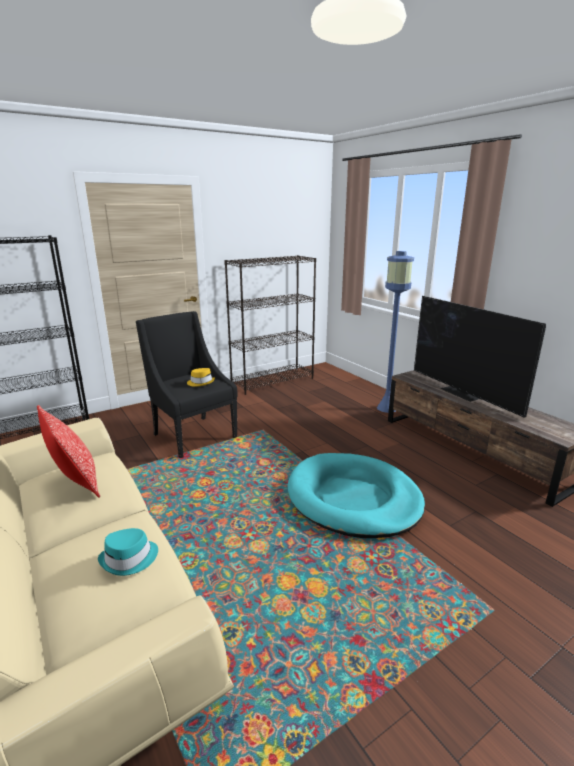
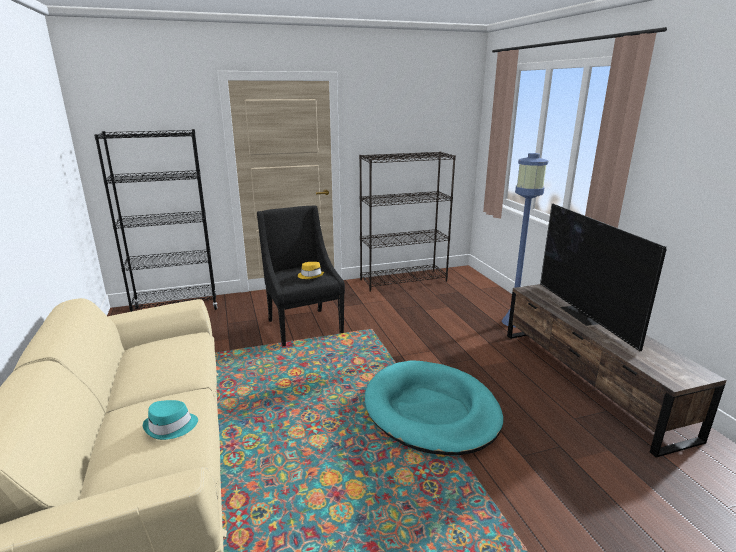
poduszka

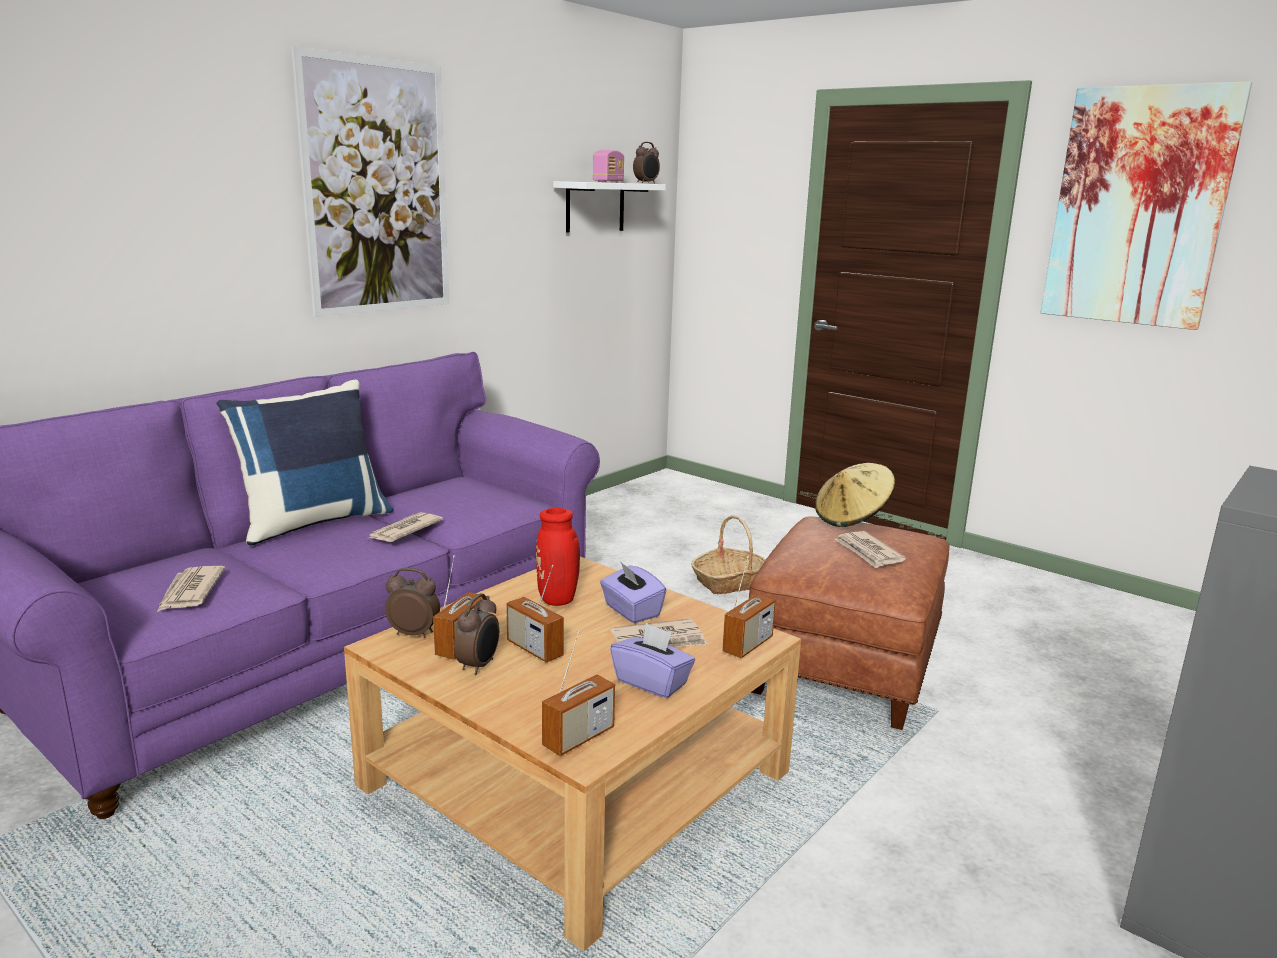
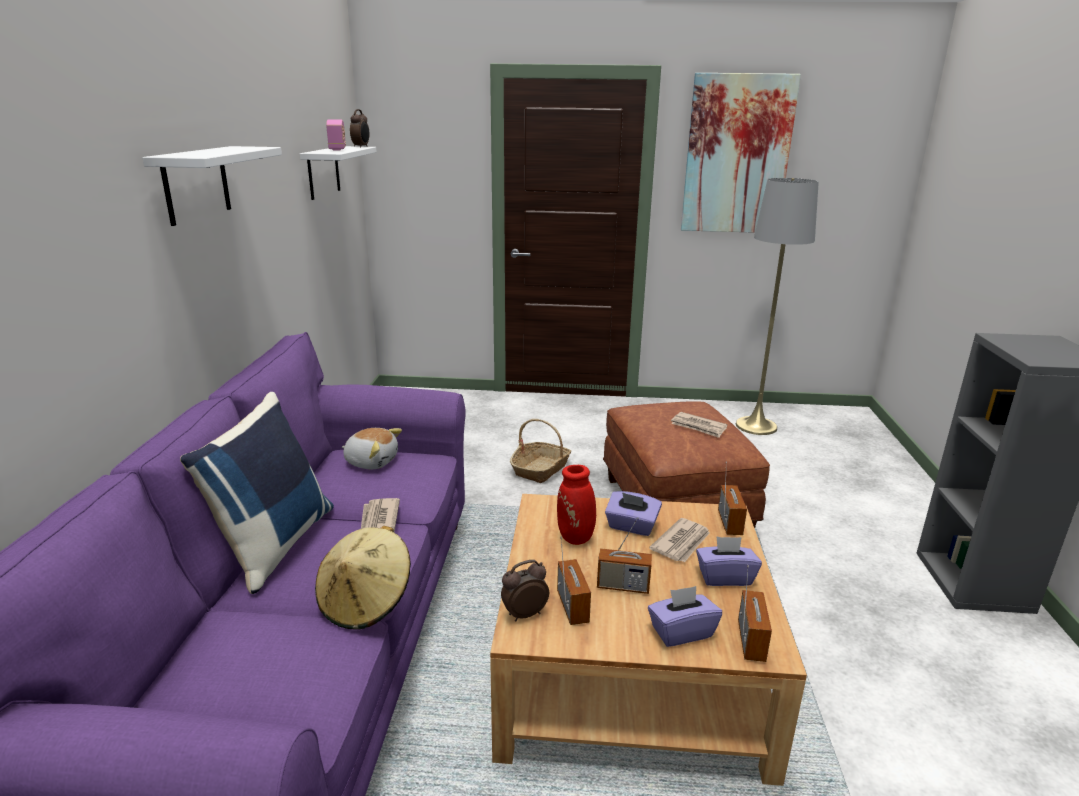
półka [biały] (no. 1 from left); kapelusz [beżowy]; pluszak; pudełko chusteczek [fioletowy] (no. 2 from left); lampa stojąca [szary]; gazeta (no. 1 from left in the first image); budzik (no. 2 from left in the first image)

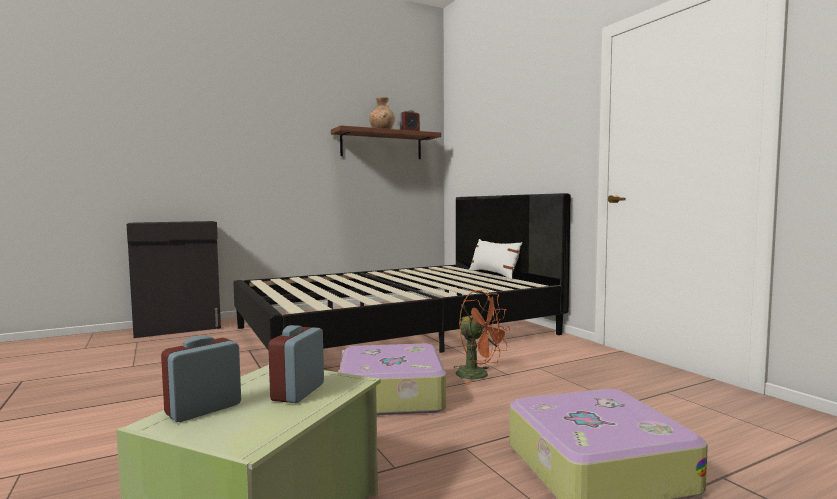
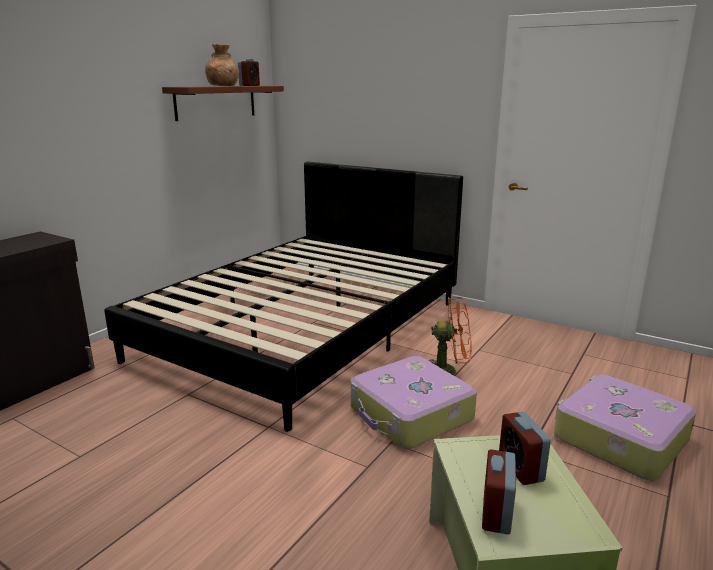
poduszka [biały]

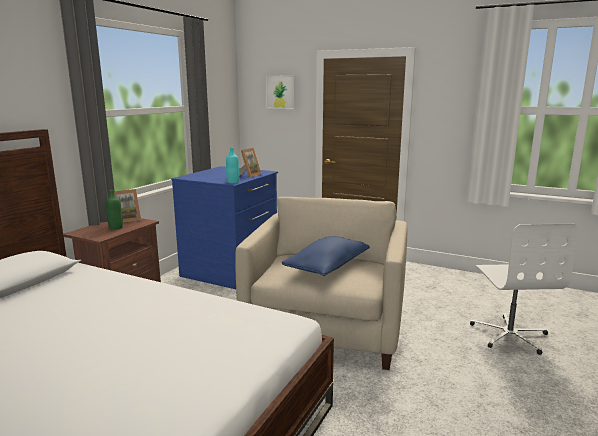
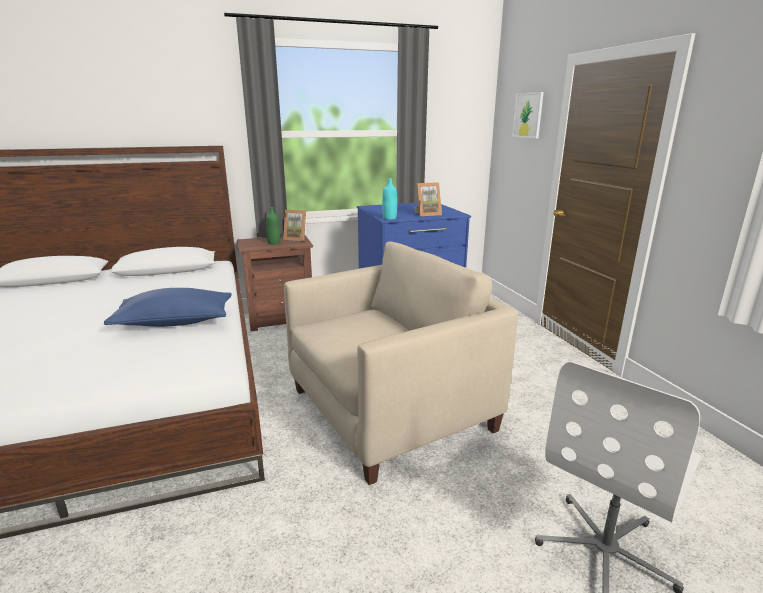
poduszka [niebieski]

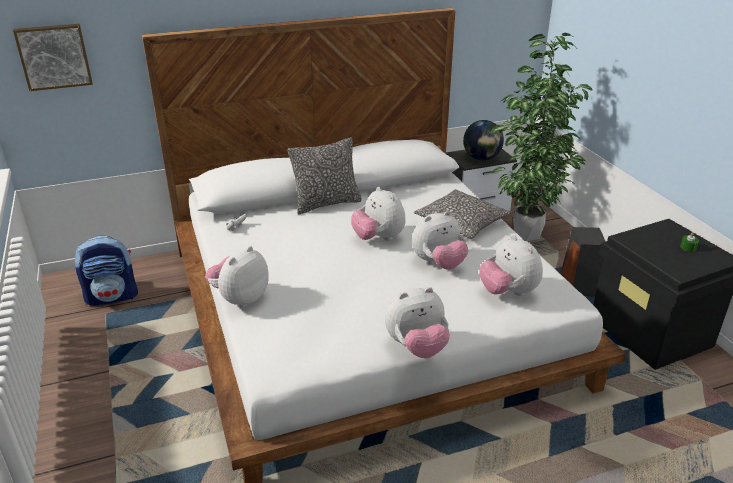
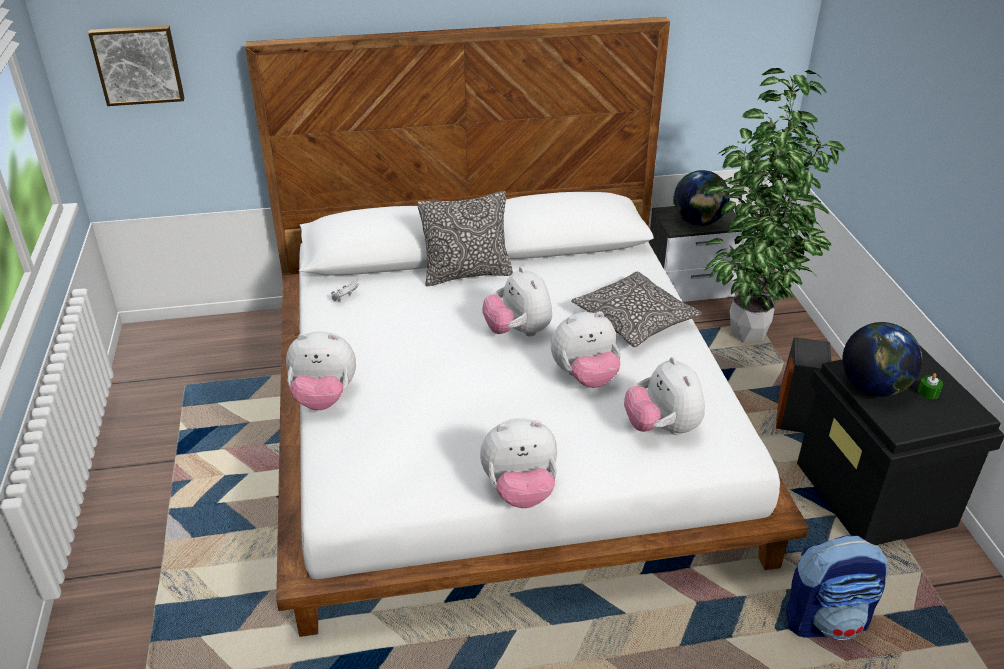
pluszak (no. 1 from left); plecak; globus (no. 2 from left)

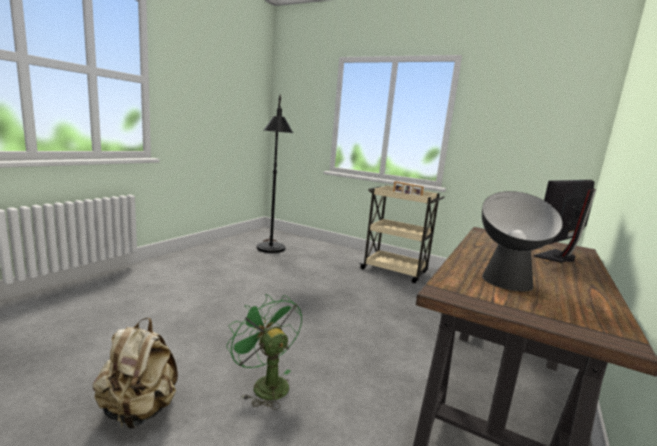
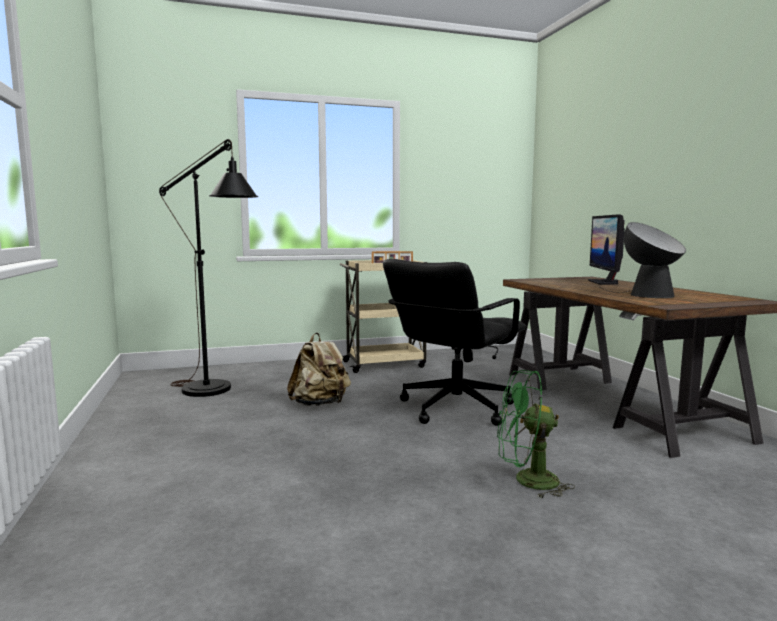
plecak [beżowy]; krzesło biurowe [czarny]

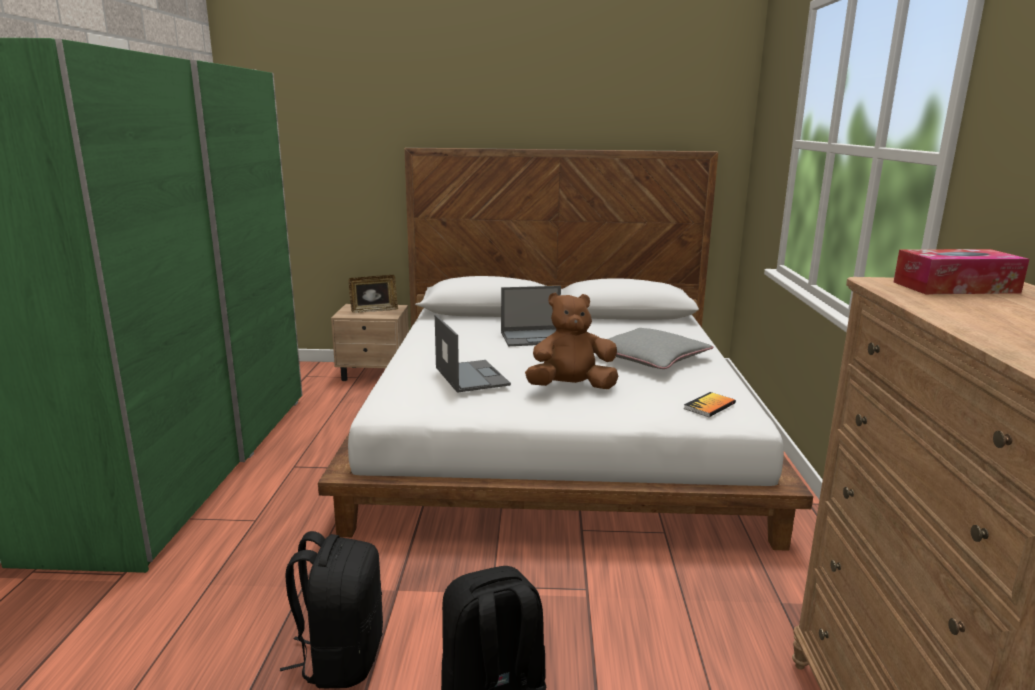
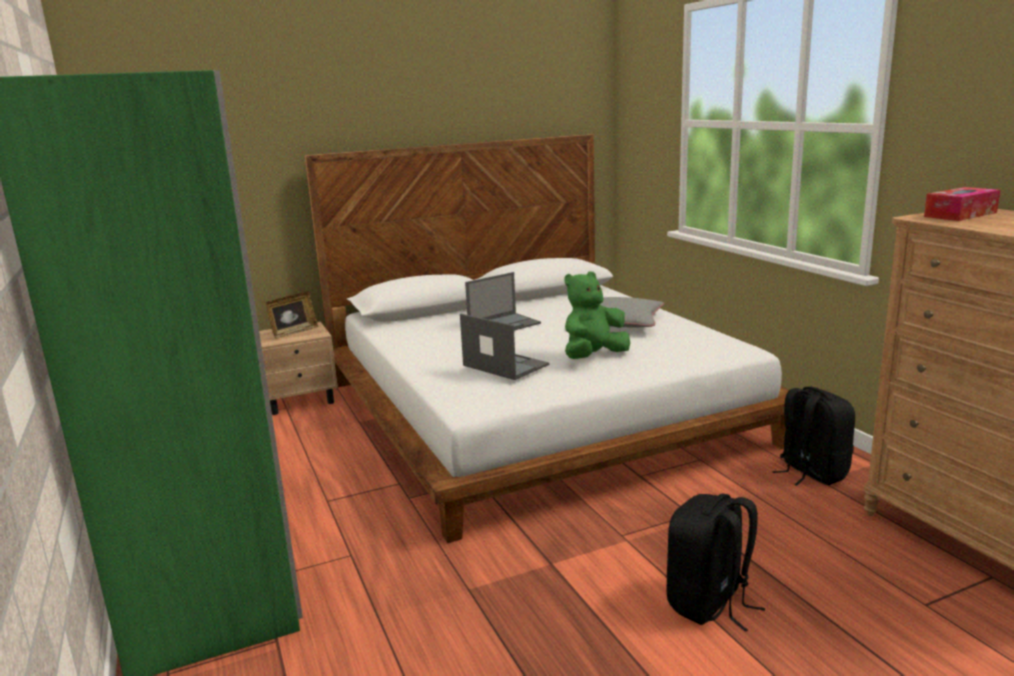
pluszak [zielony]; plecak [czarny] (no. 2 from left); książka

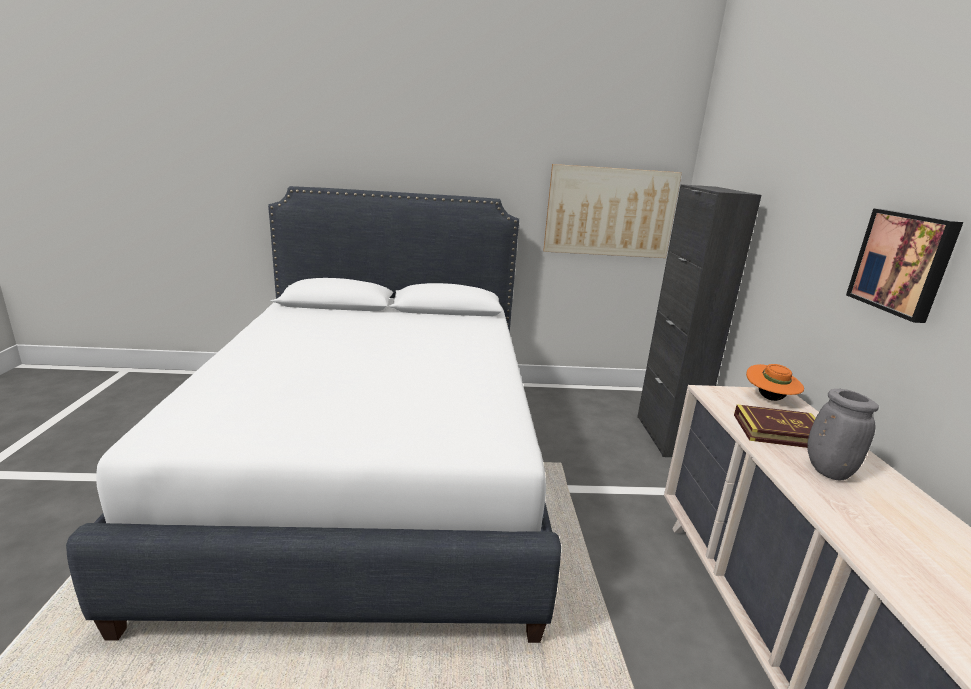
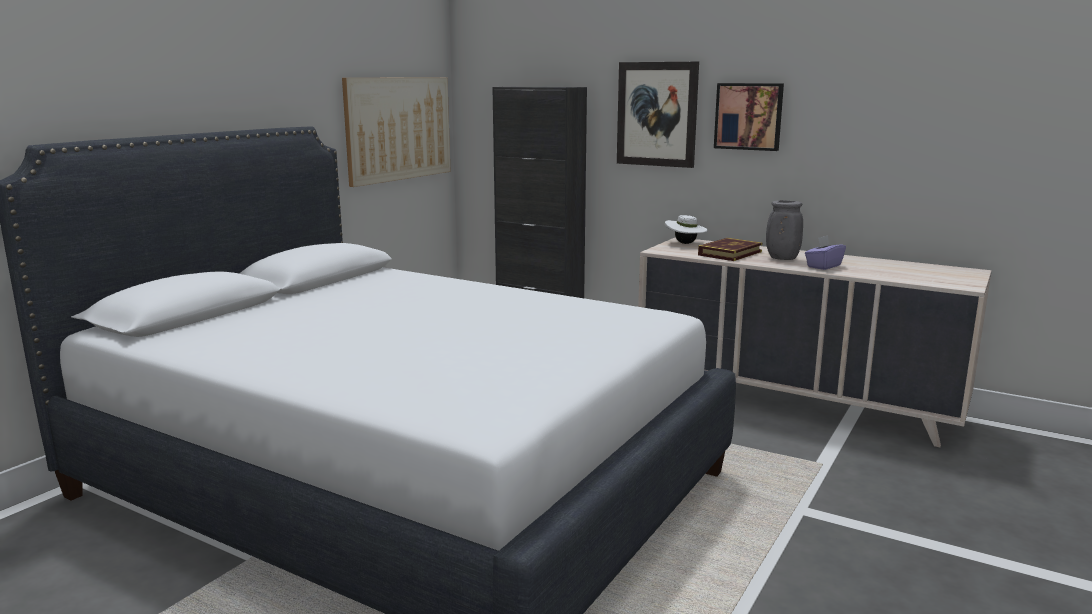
obraz (no. 2 from left); kapelusz [biały]; pudełko chusteczek [fioletowy]

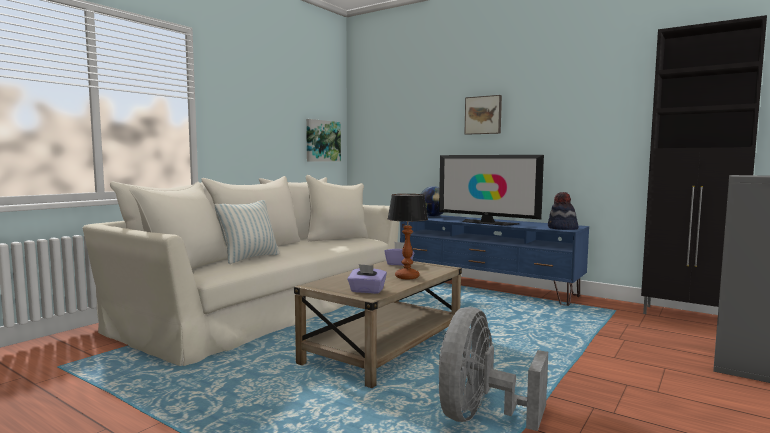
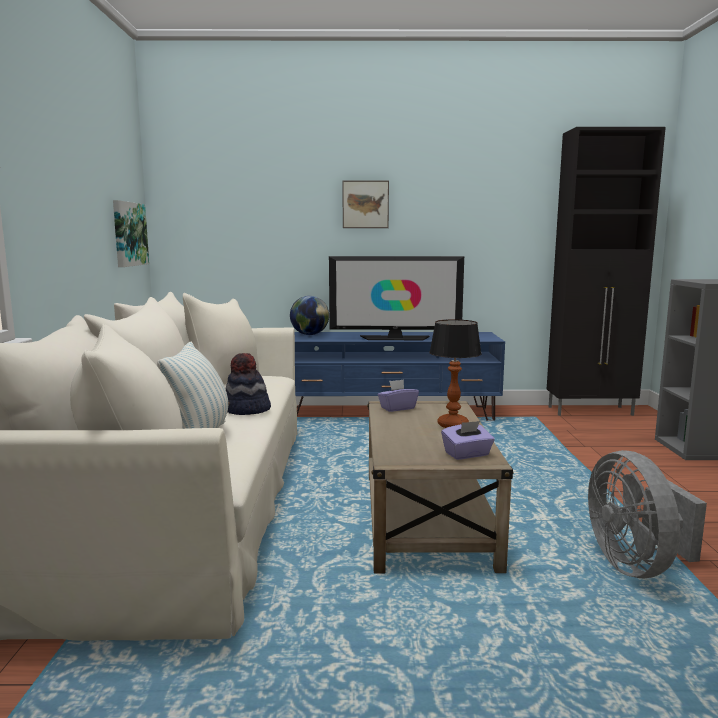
kapelusz

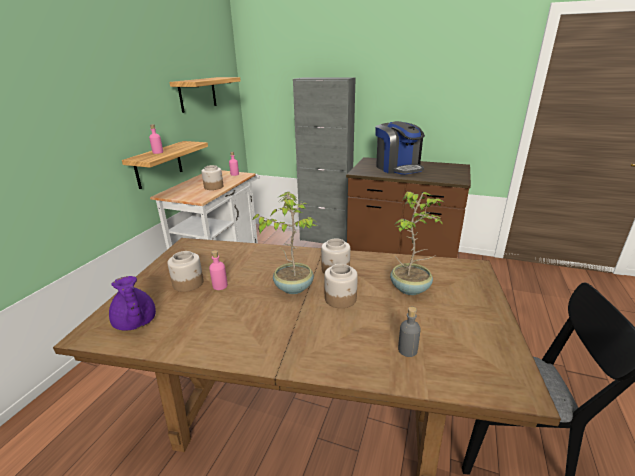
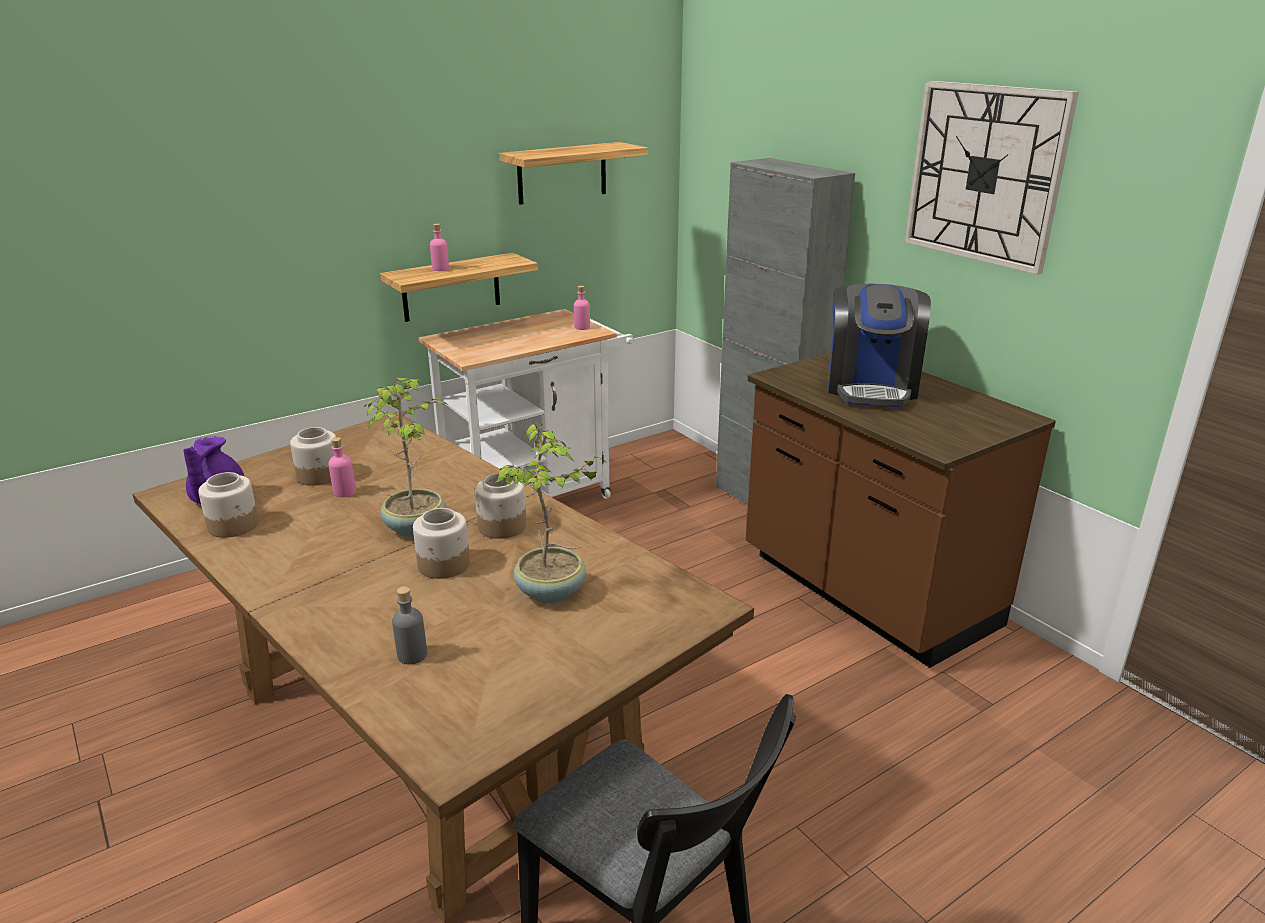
słoik (no. 1 from left); zegar ścienny

